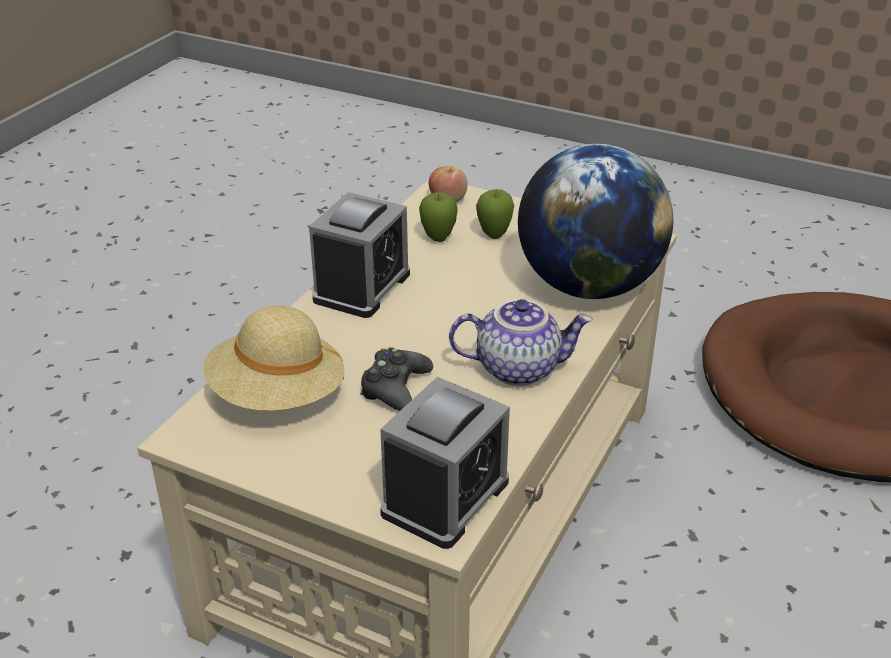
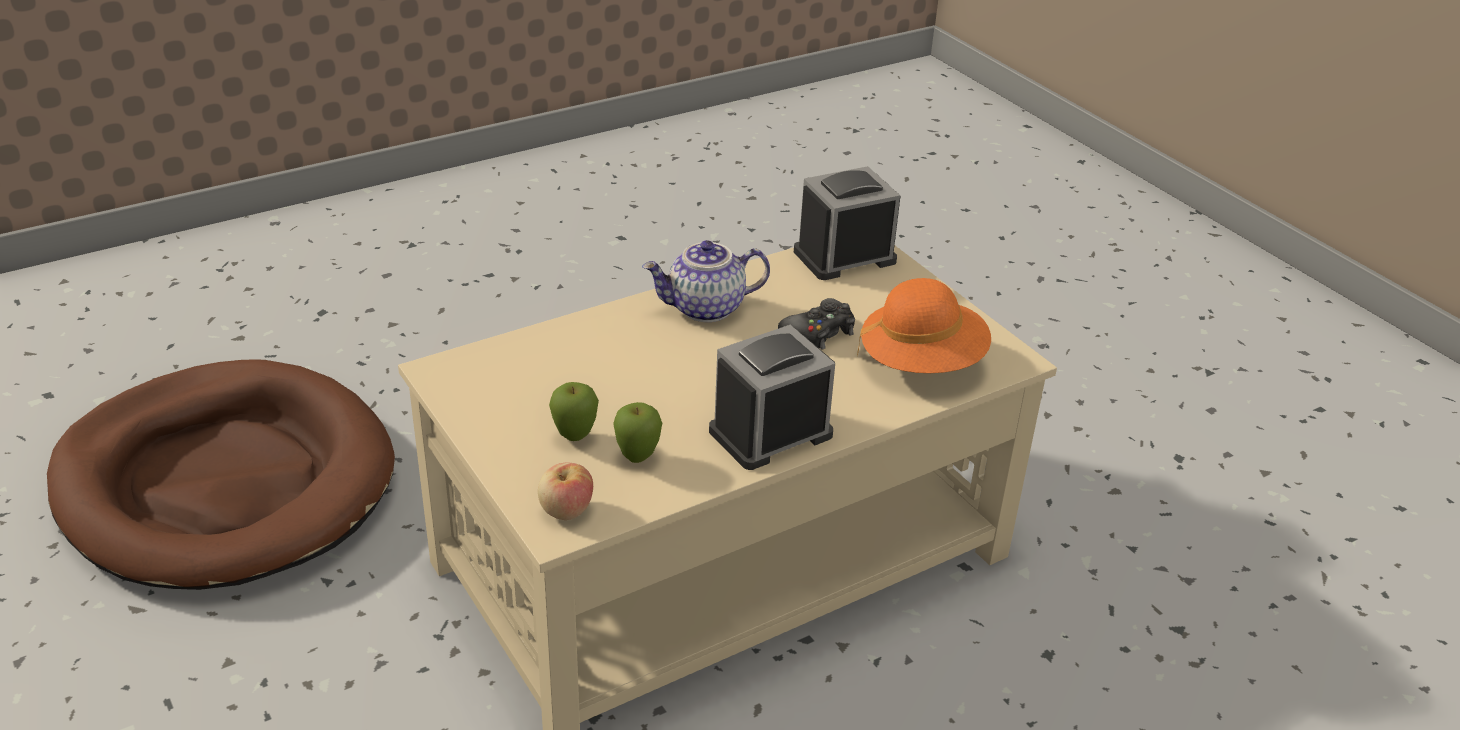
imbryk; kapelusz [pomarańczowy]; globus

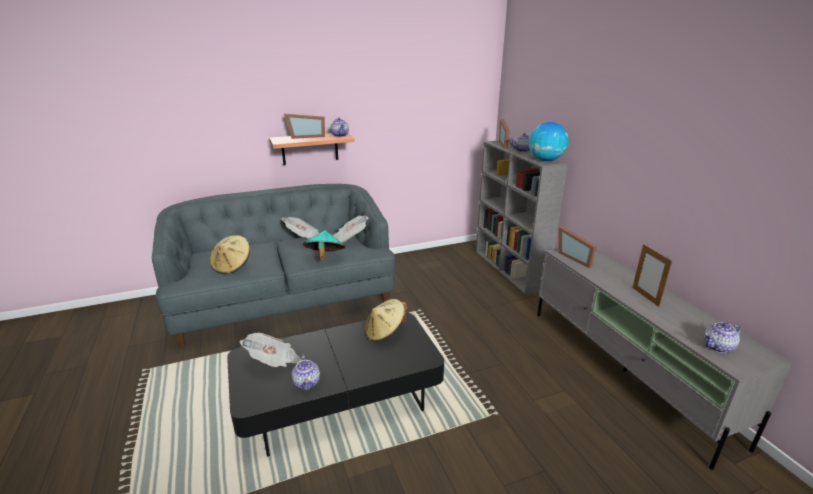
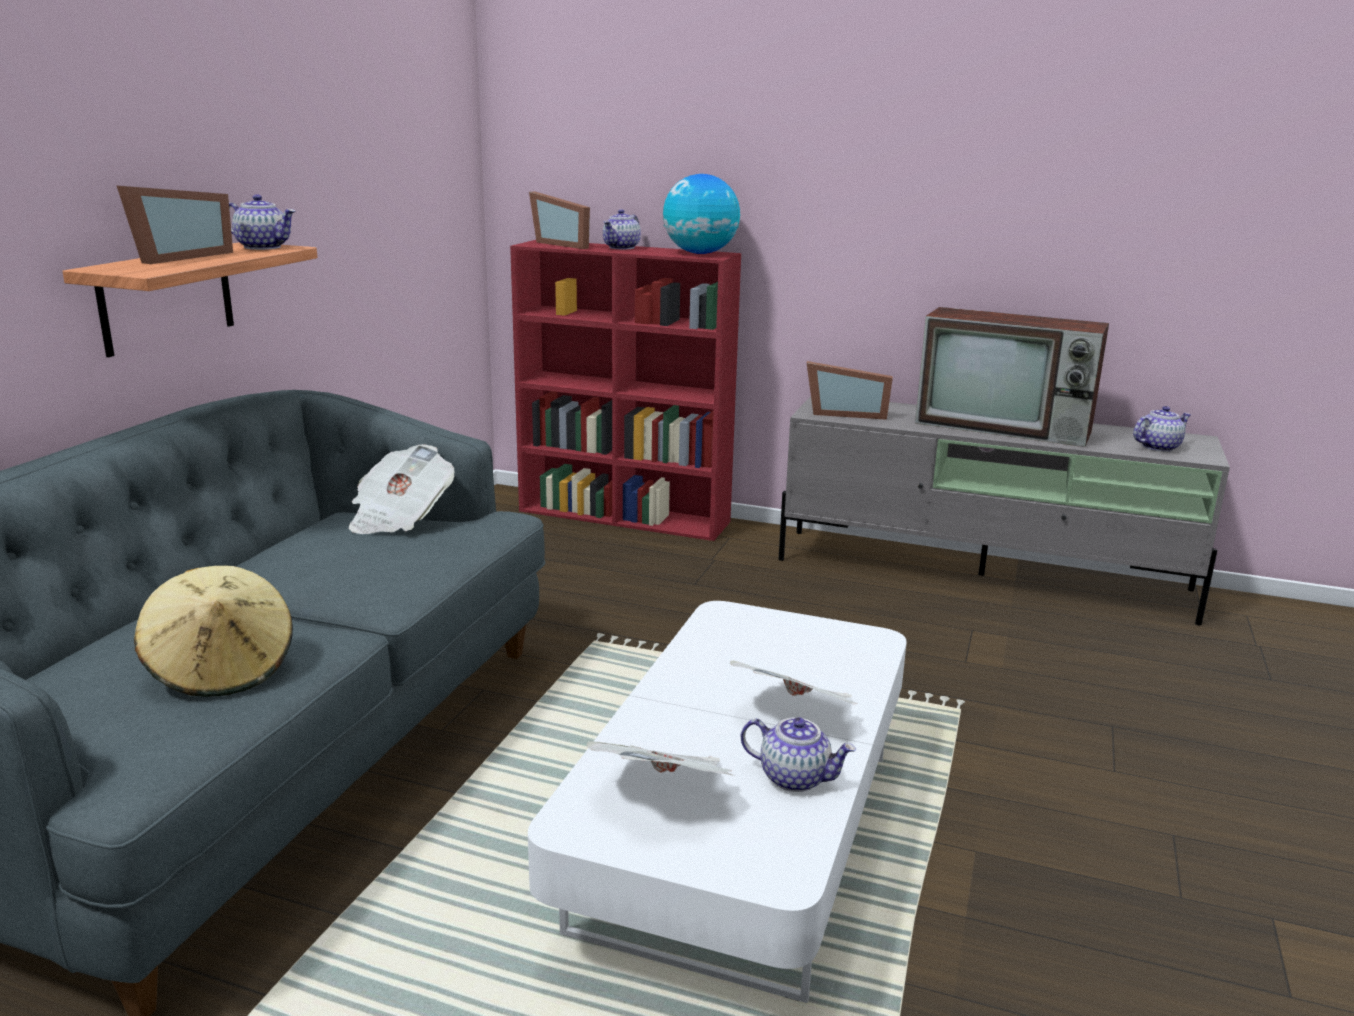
regał [czerwony]; ława [biały]; gazeta (no. 3 from left); telewizor; imbryk (no. 4 from left); kapelusz [turkusowy]; kapelusz [beżowy] (no. 2 from left in the first image)

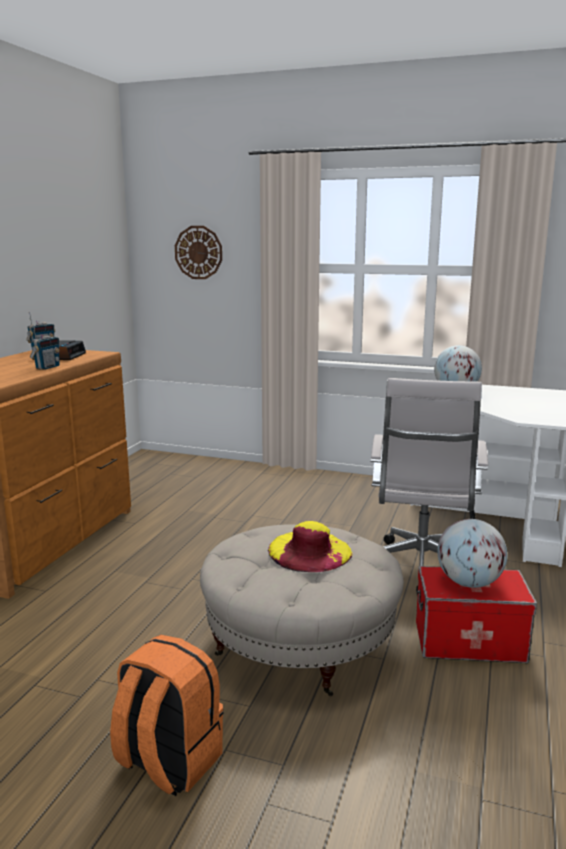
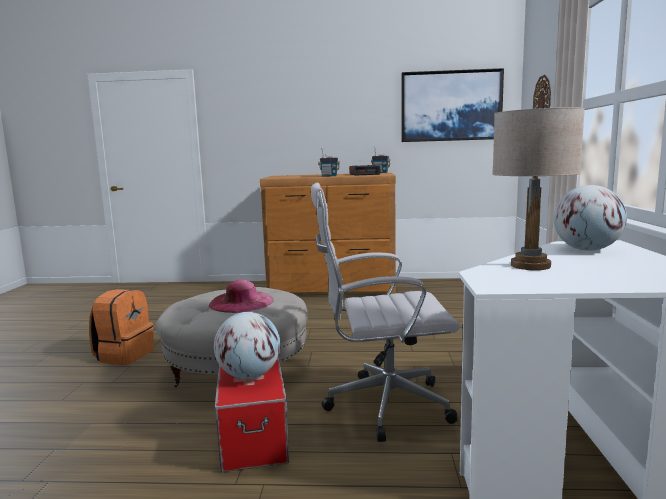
kapelusz [różowy]; obraz; lampa stołowa [beżowy]

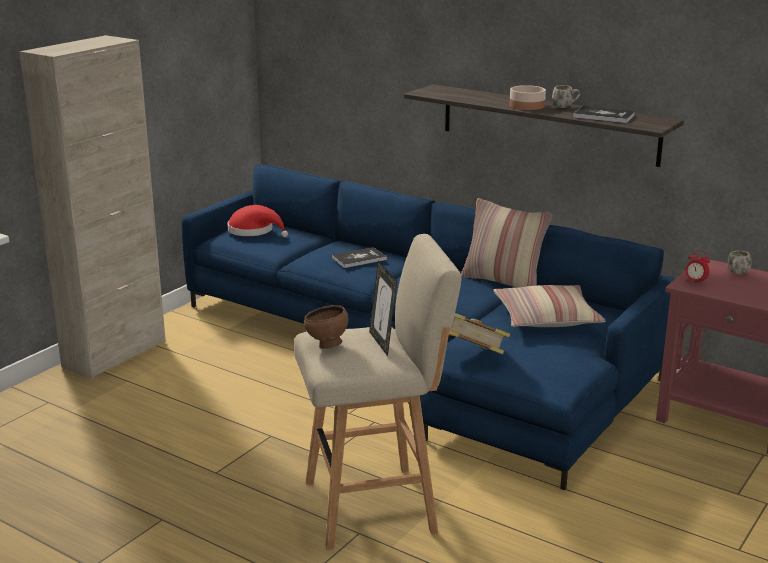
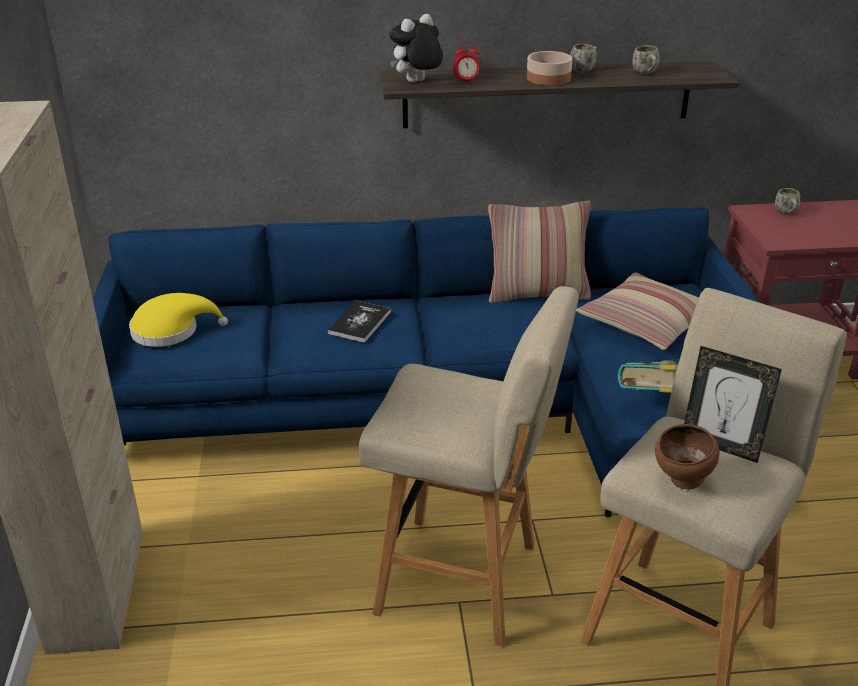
kapelusz [żółty]; stołek [beżowy] (no. 1 from left); pluszak; budzik; kubek [biały] (no. 2 from left)

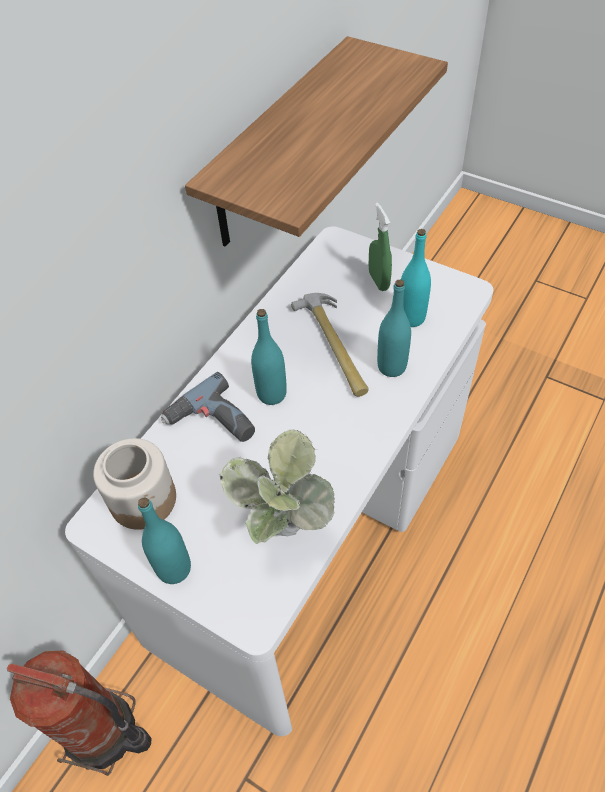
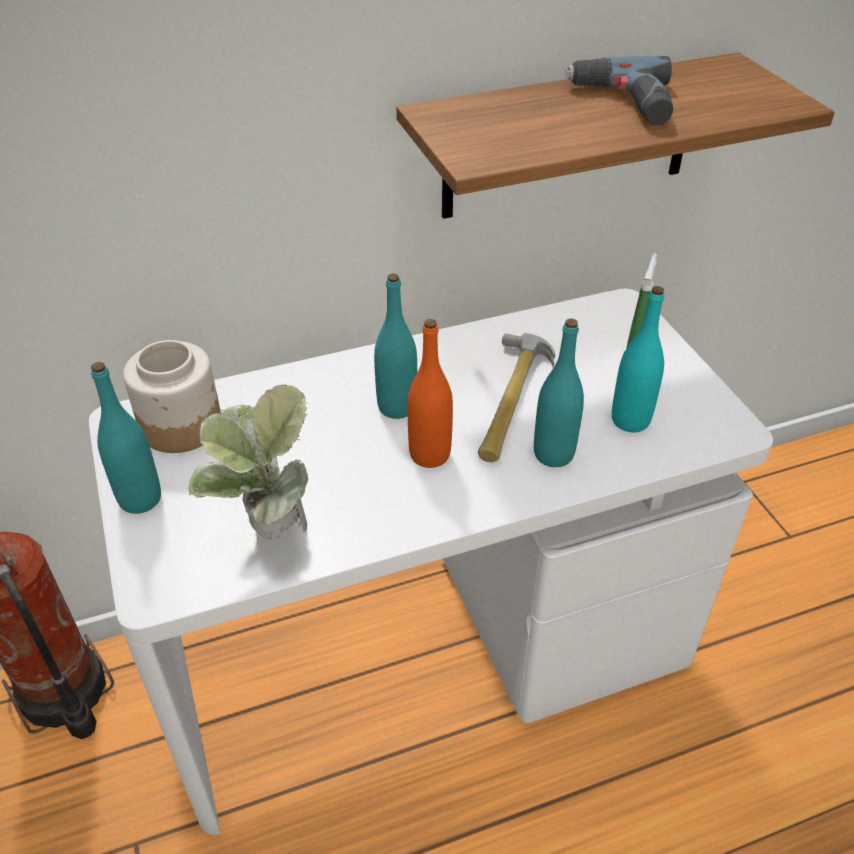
butelka [pomarańczowy]; wiertarka

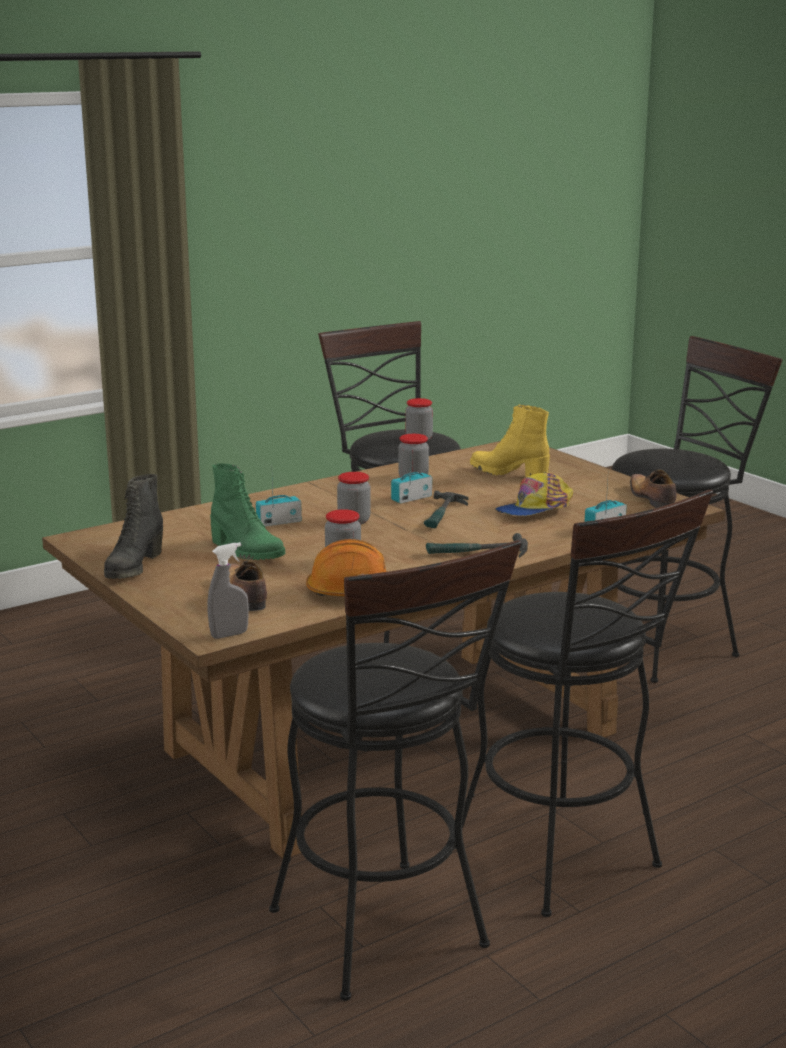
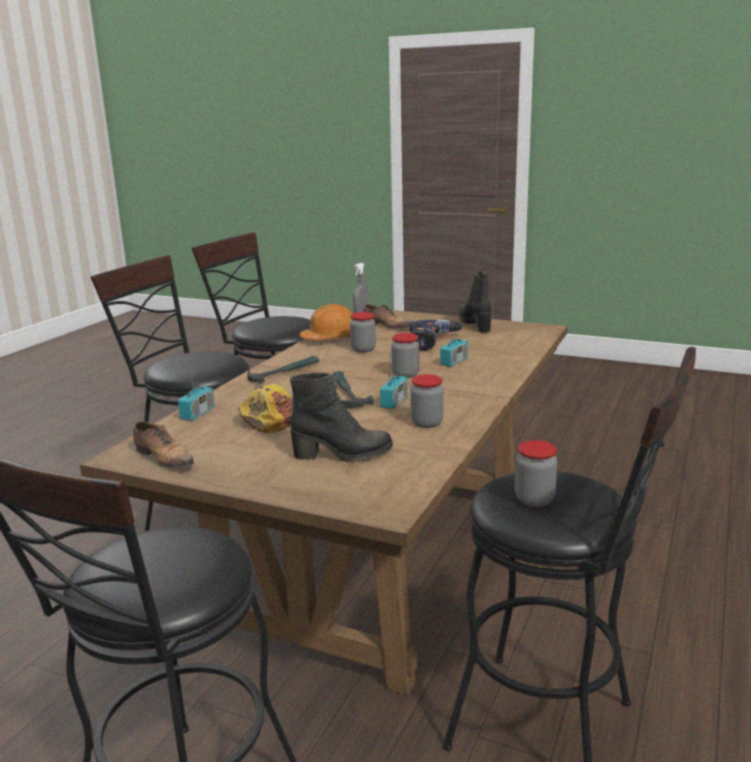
but z cholewką [czarny] (no. 1 from left); wiertarka

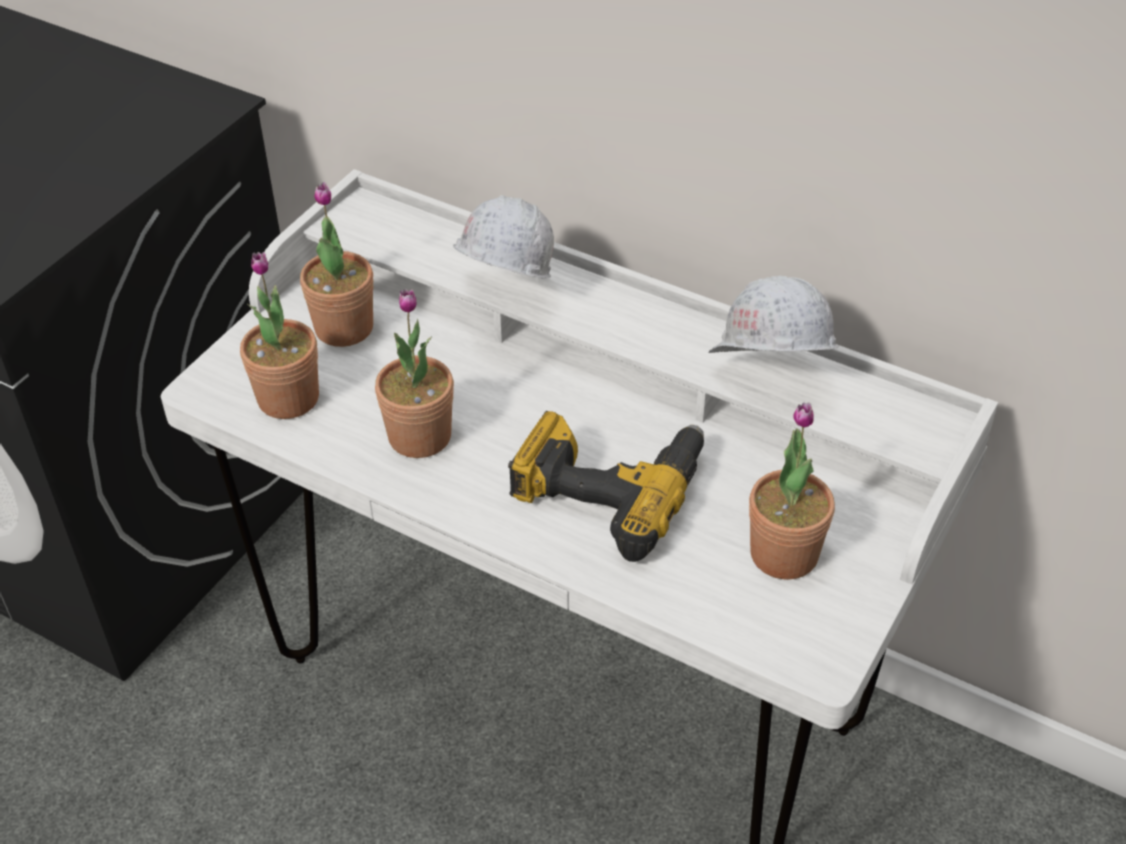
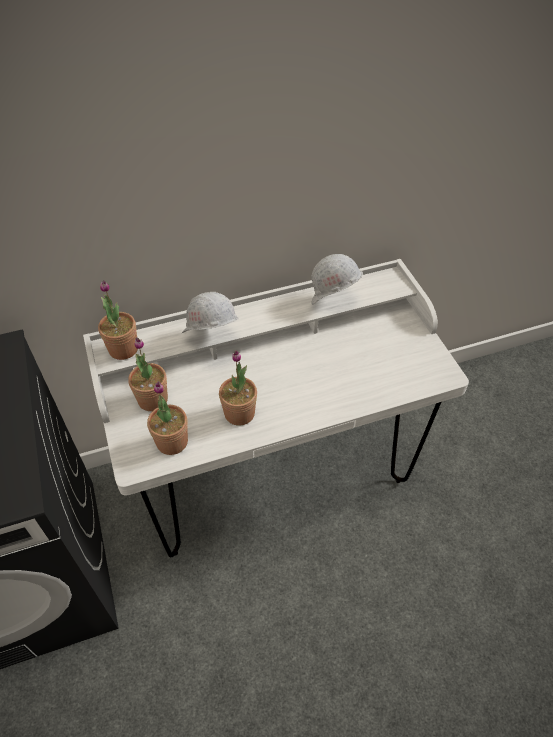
roślina doniczkowa (no. 1 from left); wiertarka

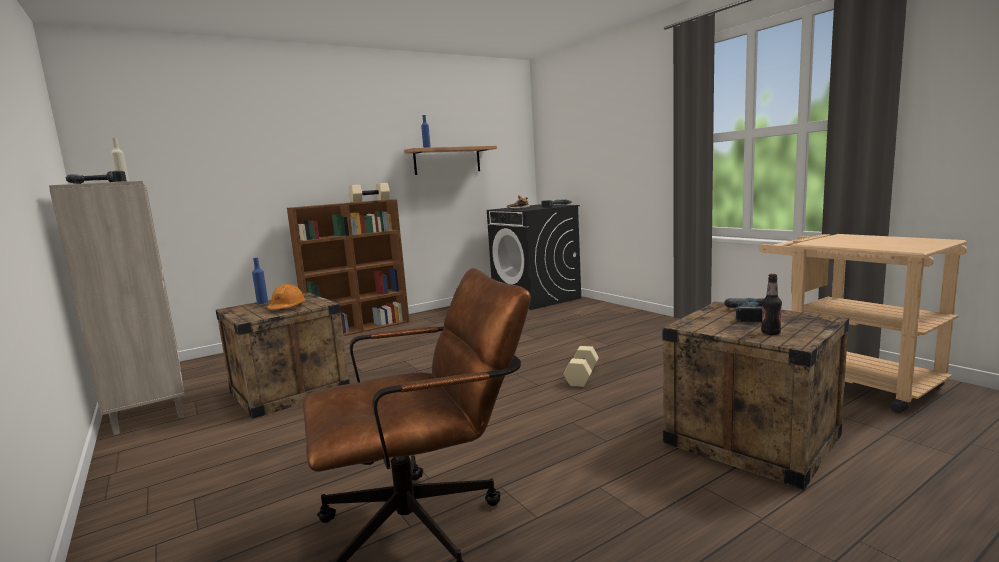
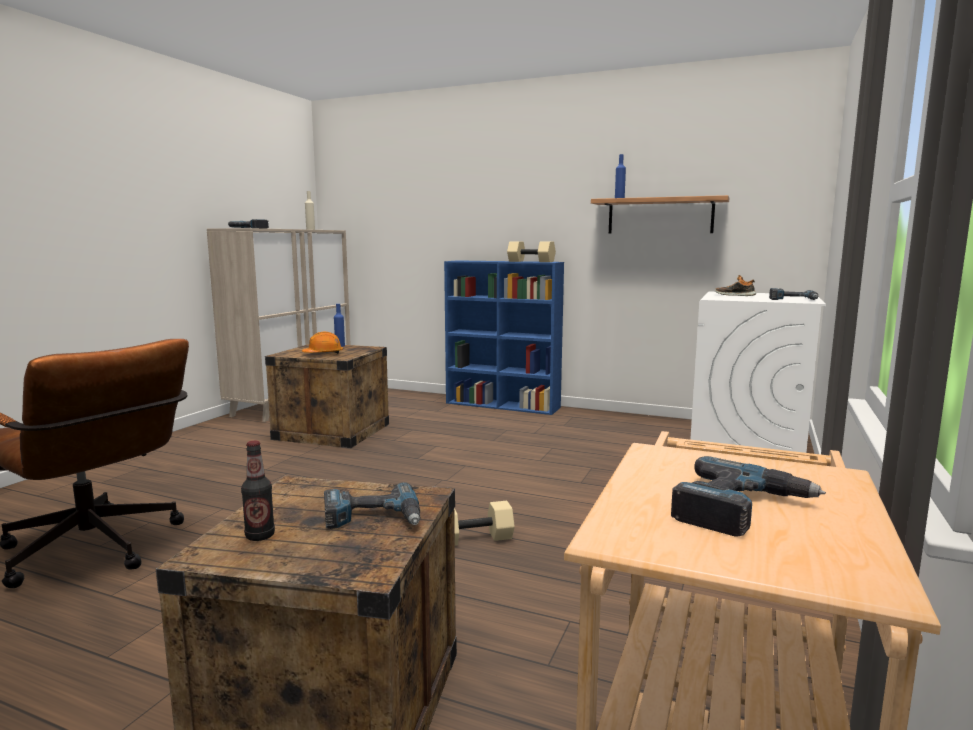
regał [niebieski]; wiertarka (no. 3 from left); pralka [biały]

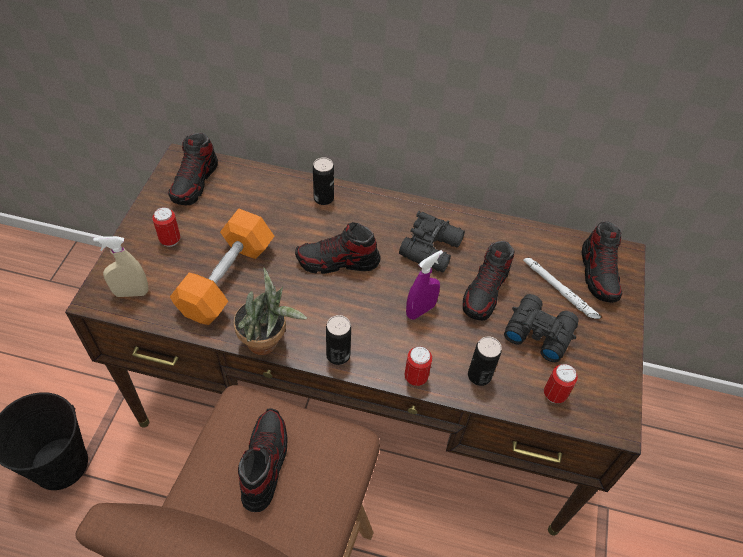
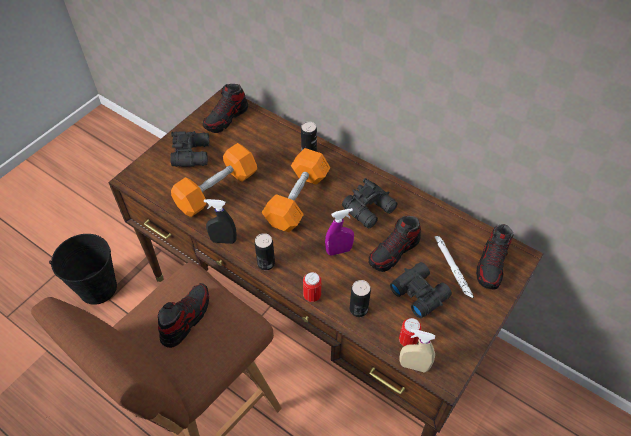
lornetka [czarny] (no. 1 from left); spryskiwacz [czarny]; hantel [pomarańczowy] (no. 2 from left); spryskiwacz [beżowy]

